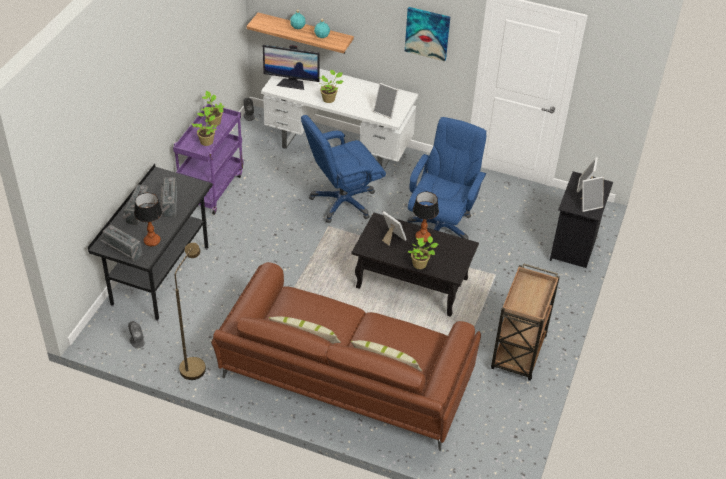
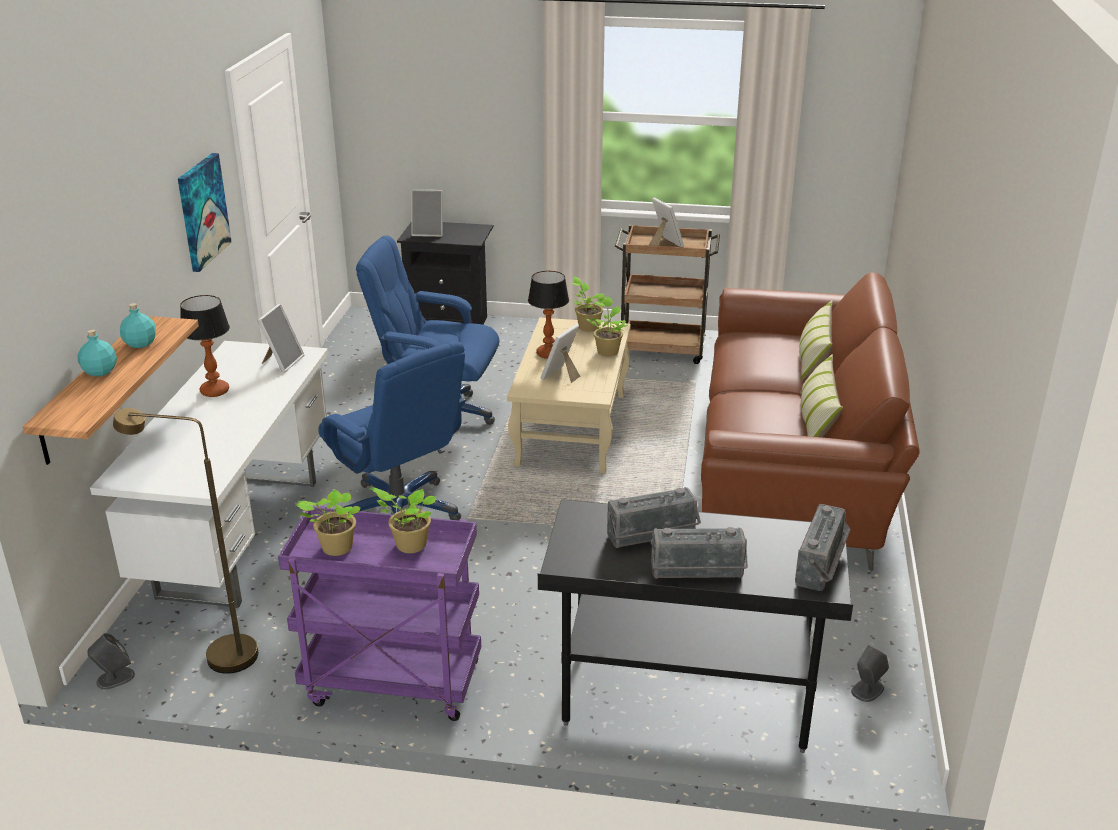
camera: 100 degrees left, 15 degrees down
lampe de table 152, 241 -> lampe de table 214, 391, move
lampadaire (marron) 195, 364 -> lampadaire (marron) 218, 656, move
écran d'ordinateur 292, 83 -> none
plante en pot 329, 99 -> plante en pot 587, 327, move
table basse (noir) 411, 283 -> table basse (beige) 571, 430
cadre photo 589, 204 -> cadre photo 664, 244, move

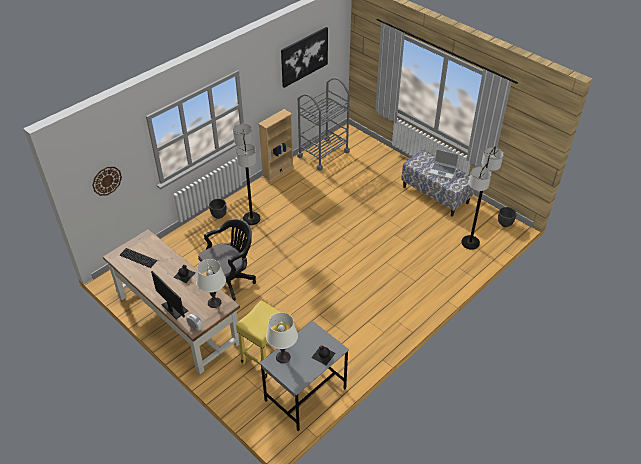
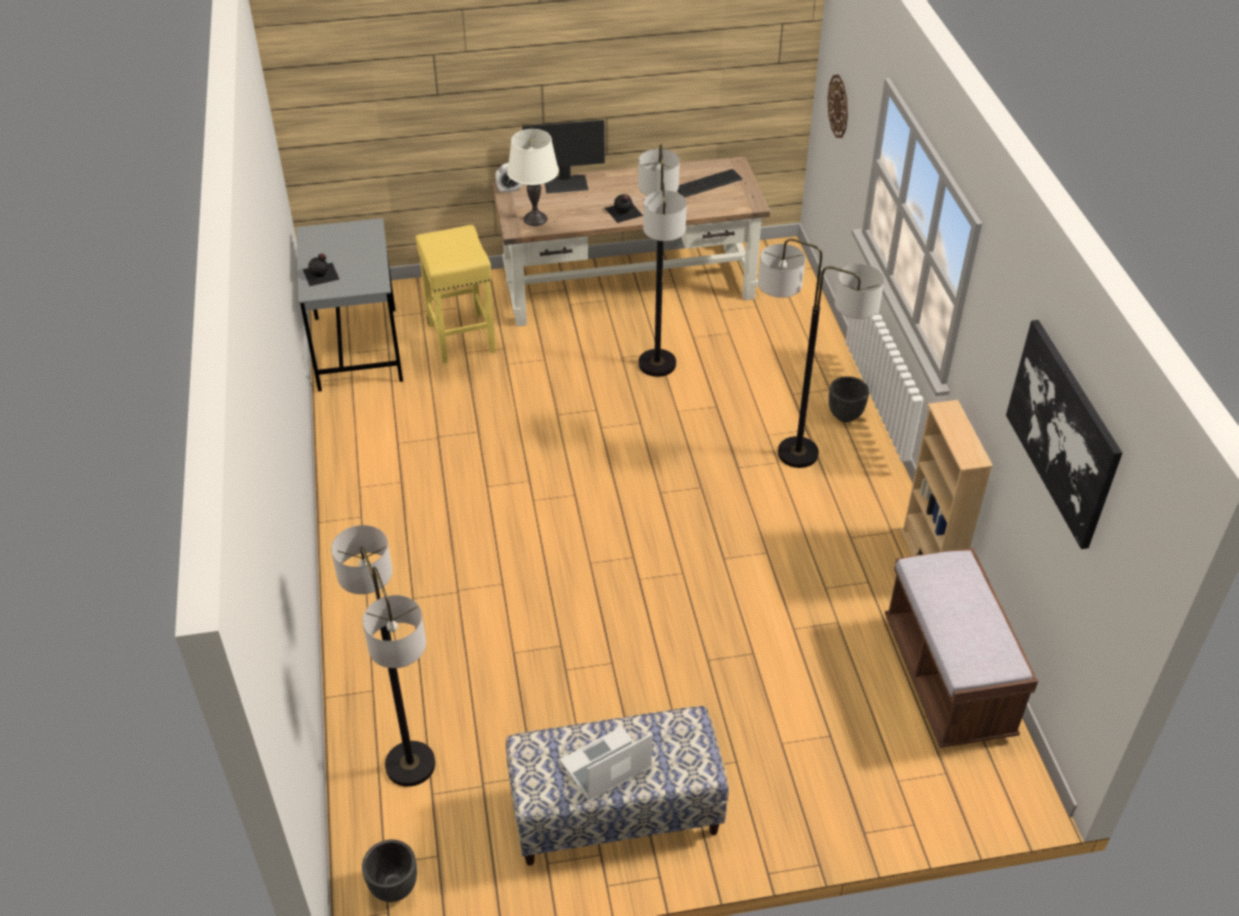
camera: 125 degrees right, 0 degrees up
chaise de bureau (noir) 230, 281 -> lampadaire 657, 364
lampe de table (blanc) 283, 357 -> none
chariot (gris) 323, 154 -> banc (marron) 947, 679

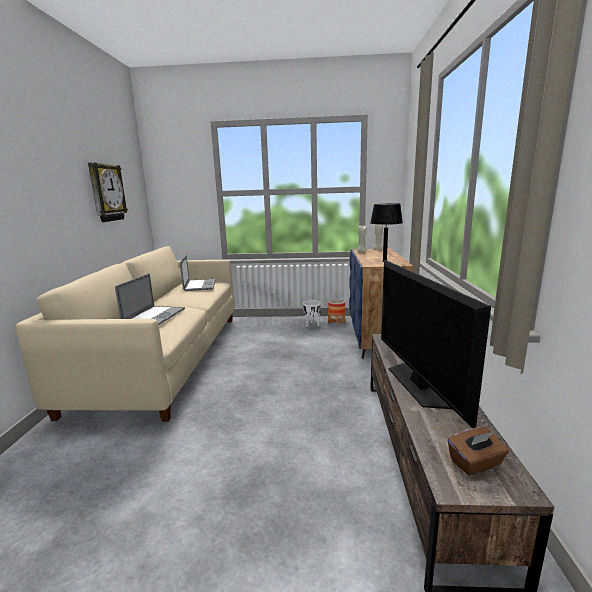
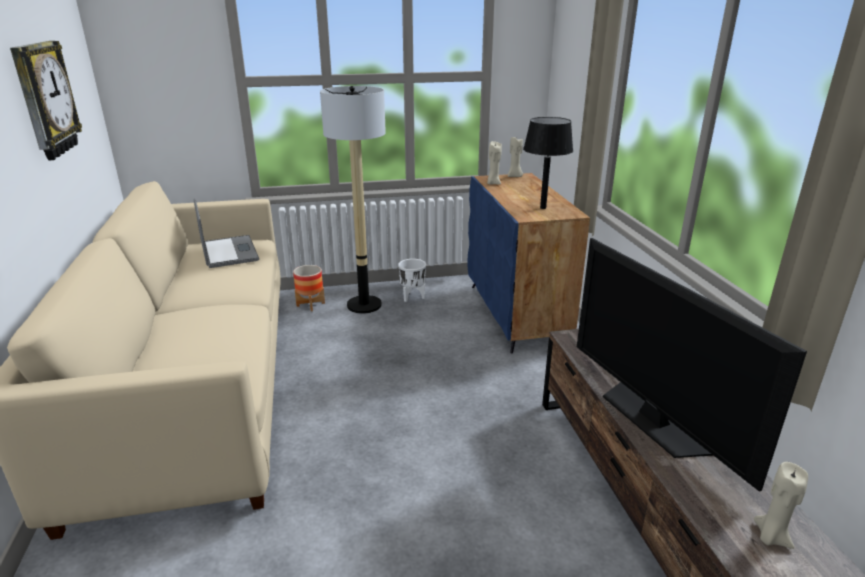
camera: 15 degrees left, 10 degrees up
ordinateur portable 154, 316 -> none
cache-pot 336, 323 -> cache-pot 310, 304, move
boîte à mouchoirs (marron) 475, 463 -> bougie (beige) 770, 537
none -> lampadaire 364, 305

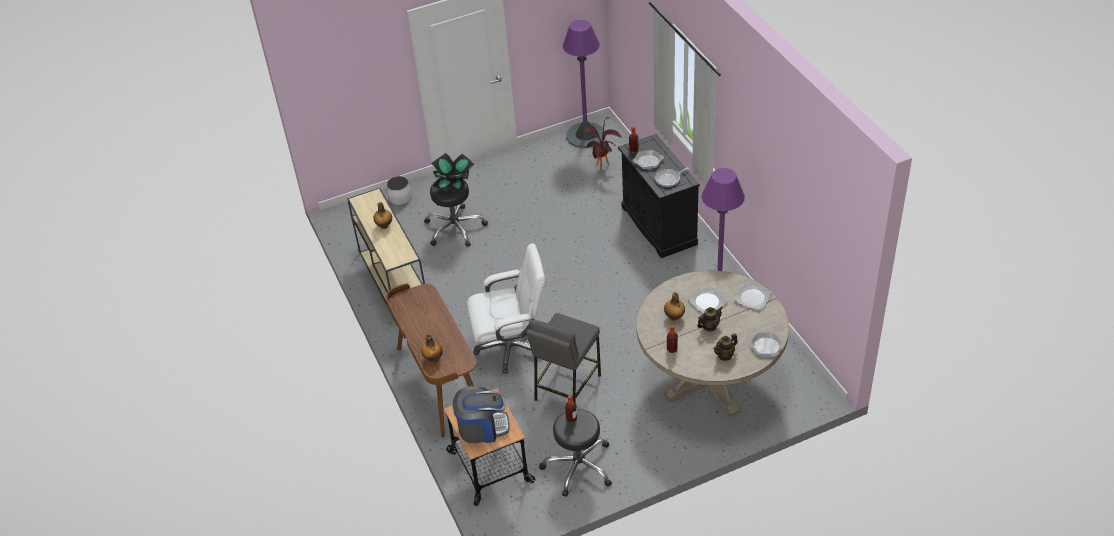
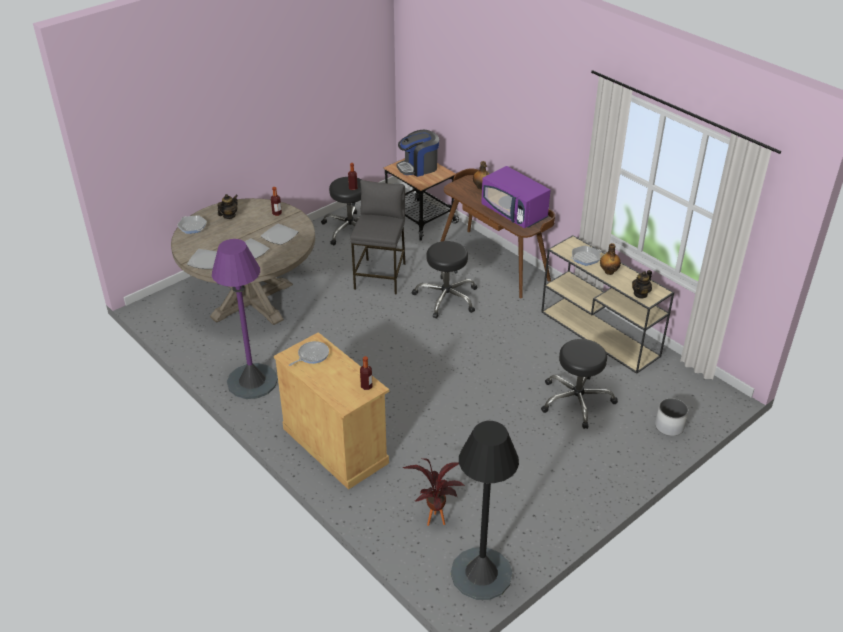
camera: 160 degrees right, 5 degrees down
plante en pot 454, 185 -> none
chaise de bureau (blanc) 511, 346 -> tabouret (noir) 446, 298
lampadaire (violet) 585, 135 -> lampadaire (noir) 481, 574
meuble de rangement (noir) 658, 225 -> meuble de rangement (beige) 335, 445
poêle 648, 162 -> poêle 585, 258, move
bouteille 674, 317 -> assiette 279, 235
théière 709, 326 -> théière 640, 294, move
none -> micro-ondes (violet) 514, 213

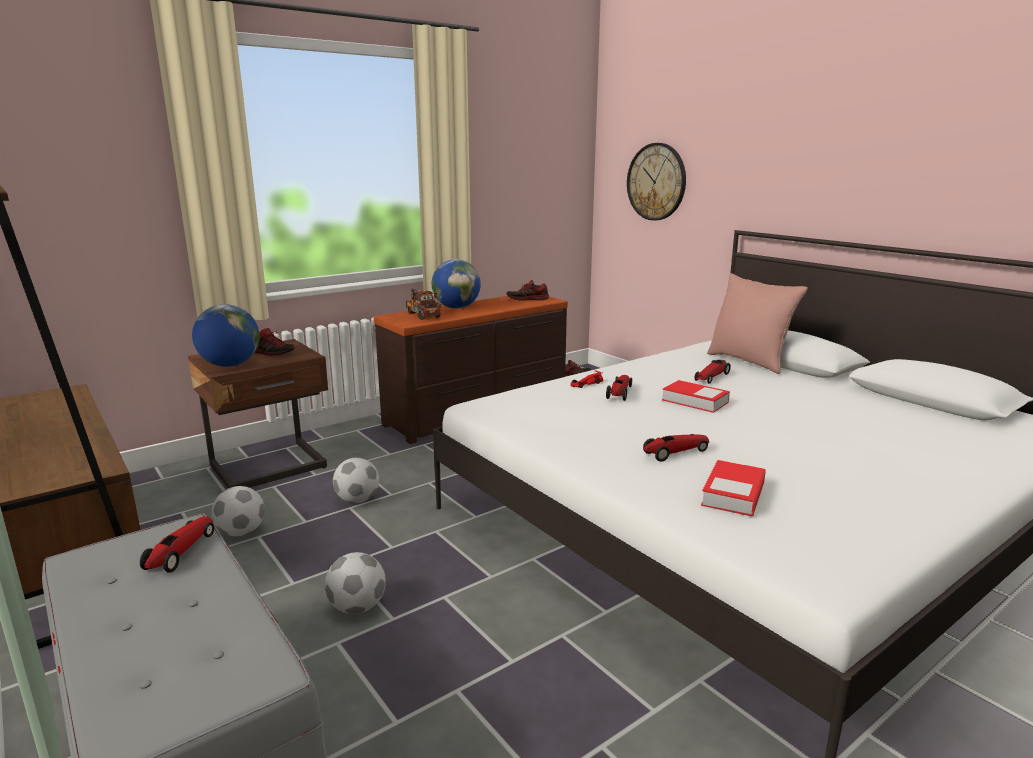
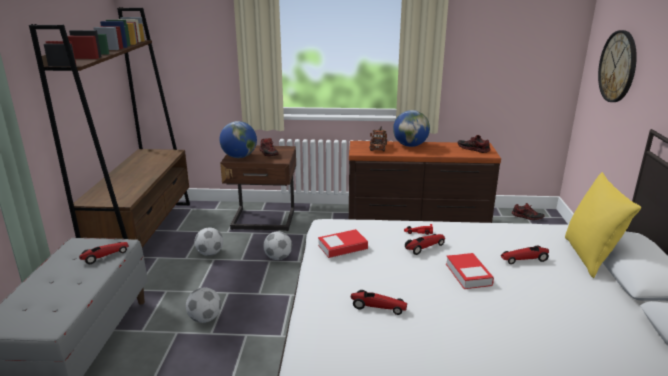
camera: 40 degrees right, 5 degrees up
livre 733, 494 -> livre 342, 247, move
coussin (rose) 749, 361 -> coussin (jaune) 590, 257

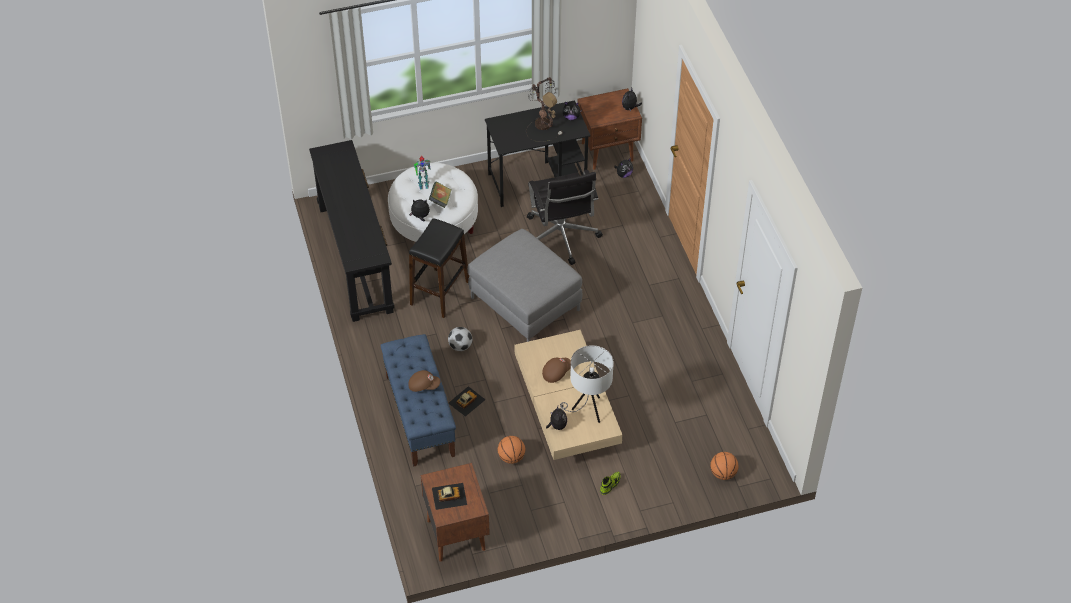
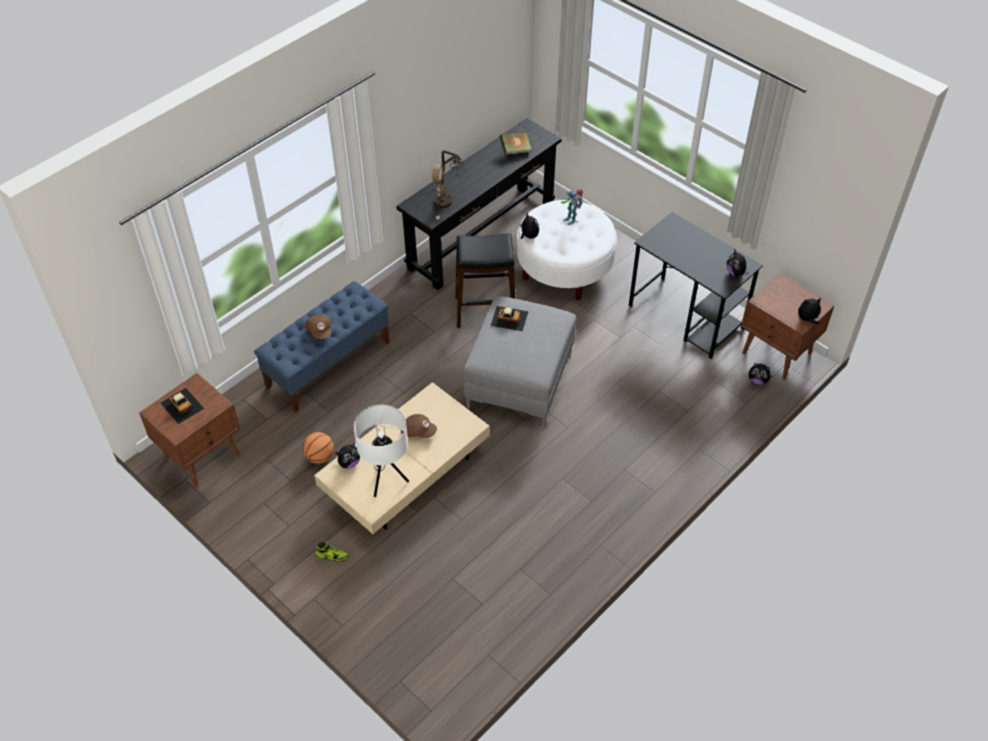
camera: 60 degrees right, 0 degrees up
livre 440, 200 -> livre 515, 150, move
ballon de foot 460, 346 -> none
petite voiture 466, 401 -> petite voiture 509, 318, move
lampe de table 542, 123 -> lampe de table 443, 201, move
chaise de bureau (noir) 561, 238 -> none
ballon de basket 723, 473 -> none

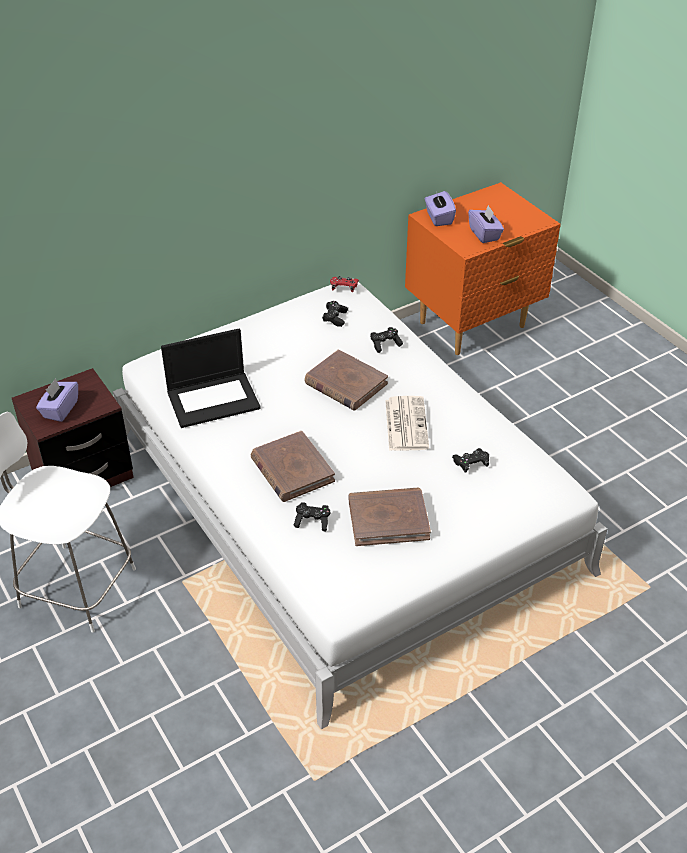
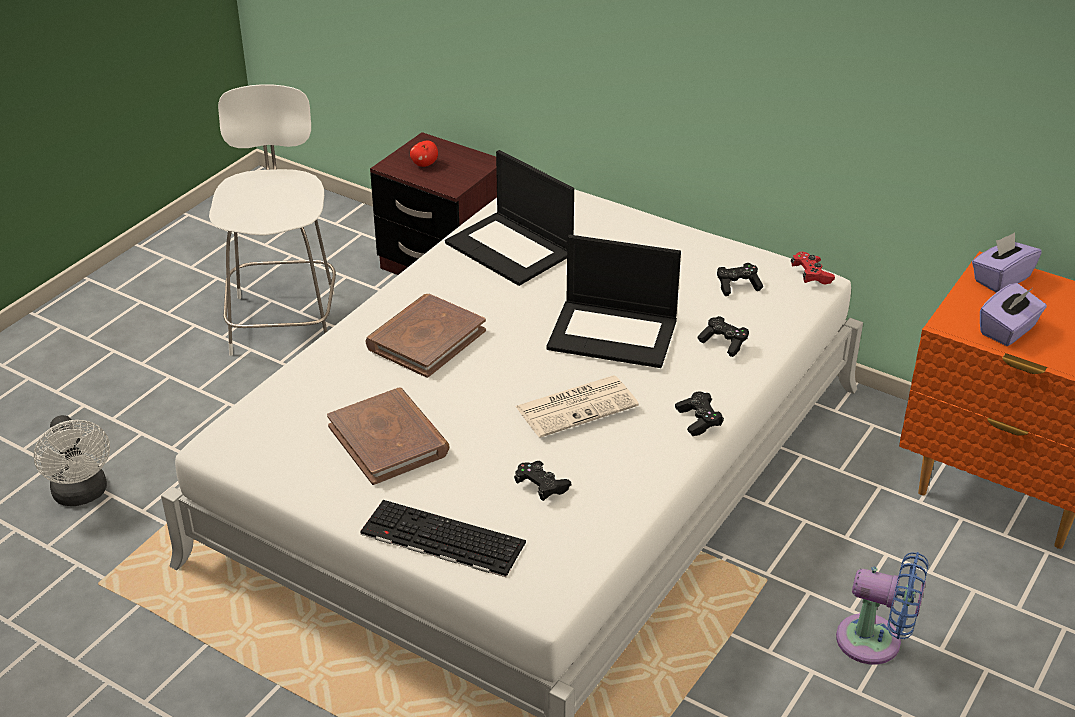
camera: 65 degrees right, 5 degrees down
boîte à mouchoirs (violet) 60, 409 -> pomme 424, 164
manette (noir) 312, 521 -> manette (noir) 698, 420, move
livre (marron) 345, 383 -> ordinateur portable 614, 333
none -> ventilateur (blanc) 82, 494
none -> clavier 440, 539
none -> ventilateur (bleu) 876, 642

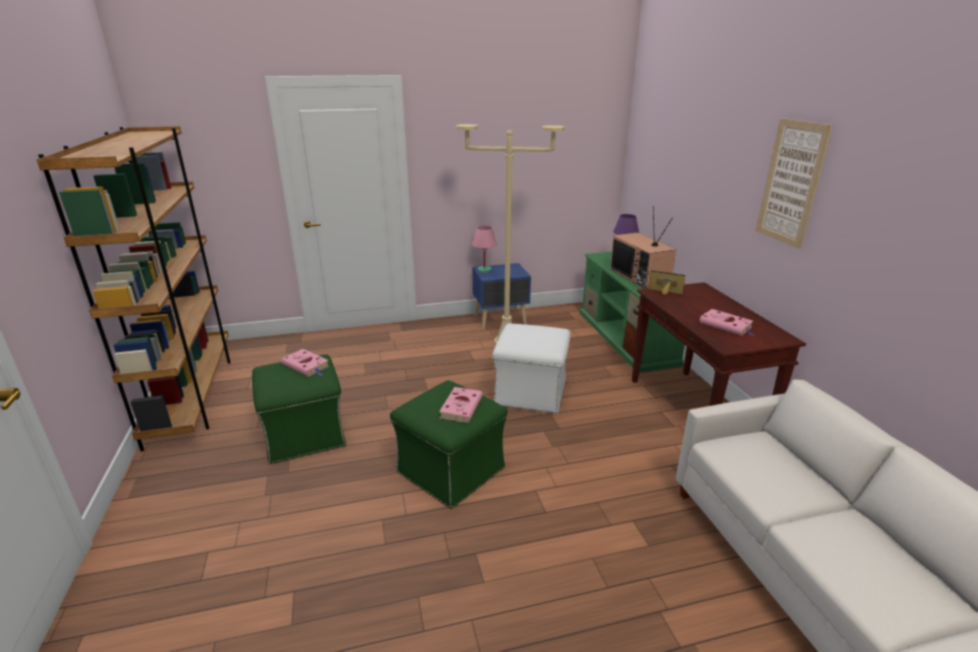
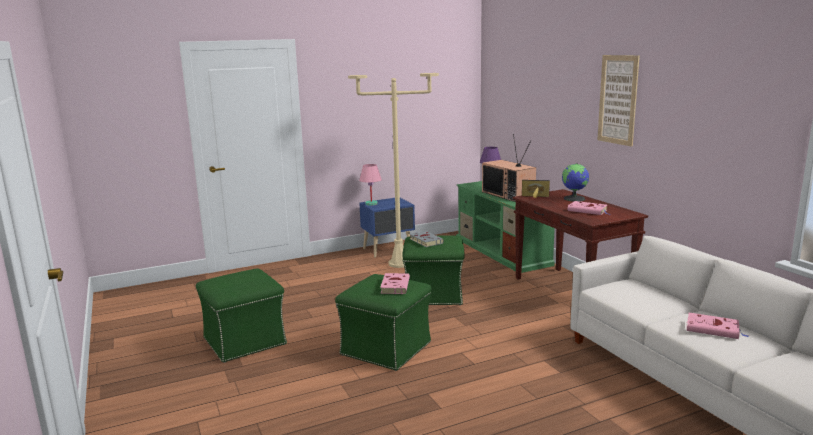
camera: 10 degrees left, 10 degrees down
bibliothèque (marron) 192, 395 -> none
livre (rose) 306, 366 -> livre (rose) 714, 329, move
pouf (blanc) 531, 393 -> pouf (vert) 434, 294
none -> livre (gris) 425, 241
none -> globe 574, 198

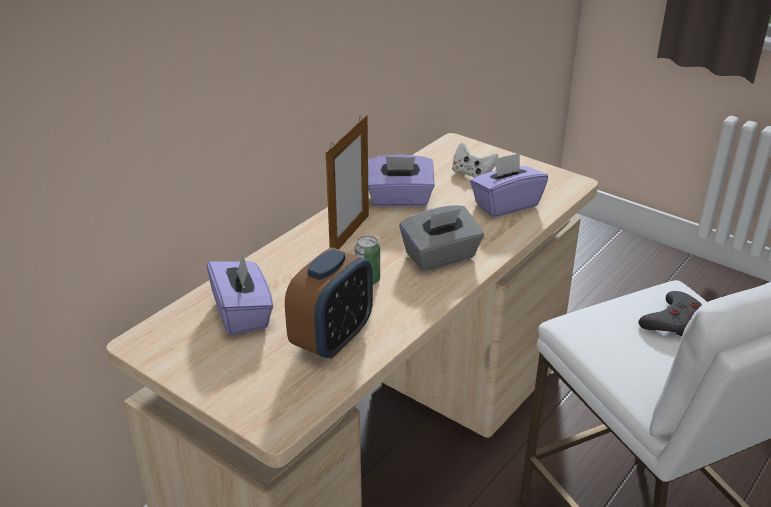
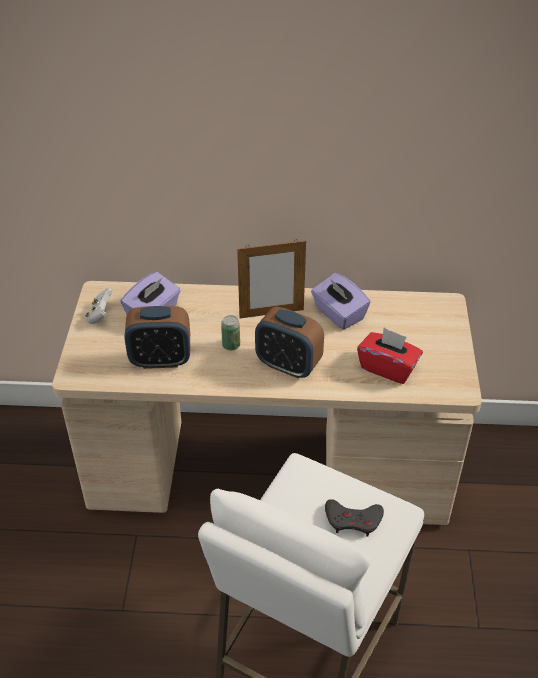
camera: 55 degrees right, 10 degrees up
boîte à mouchoirs (gris) 441, 256 -> réveil 288, 365
manette (blanc) 472, 174 -> manette (blanc) 100, 315, move
boîte à mouchoirs (violet) 506, 204 -> boîte à mouchoirs (rouge) 388, 368

